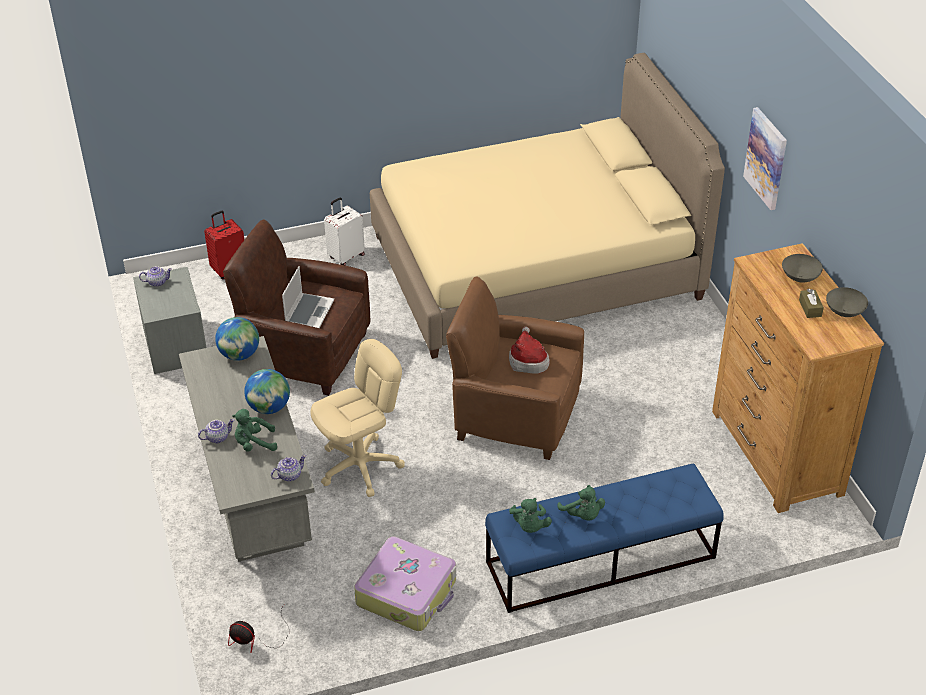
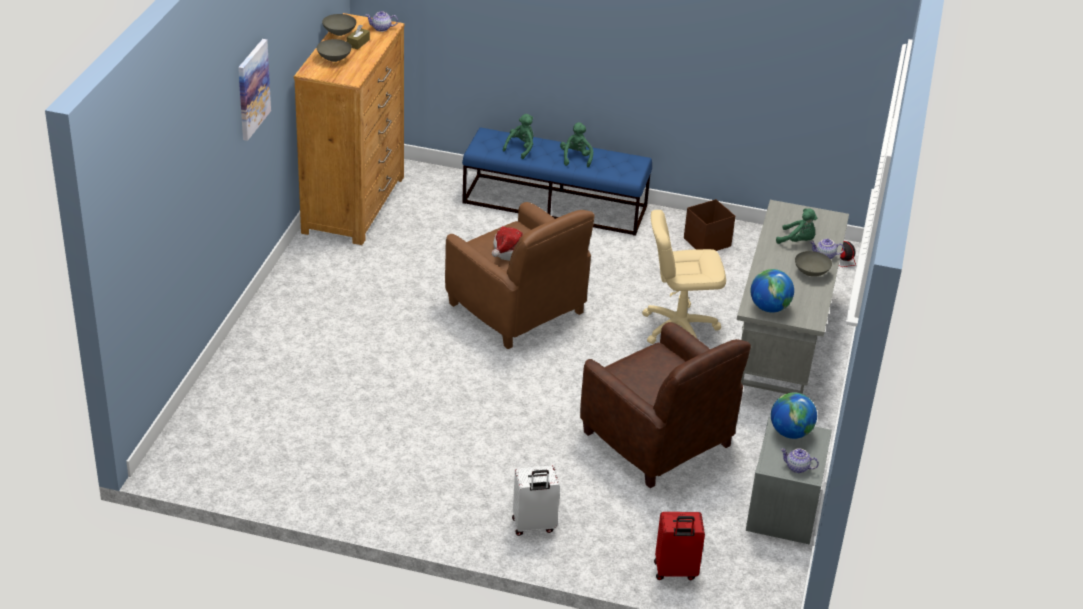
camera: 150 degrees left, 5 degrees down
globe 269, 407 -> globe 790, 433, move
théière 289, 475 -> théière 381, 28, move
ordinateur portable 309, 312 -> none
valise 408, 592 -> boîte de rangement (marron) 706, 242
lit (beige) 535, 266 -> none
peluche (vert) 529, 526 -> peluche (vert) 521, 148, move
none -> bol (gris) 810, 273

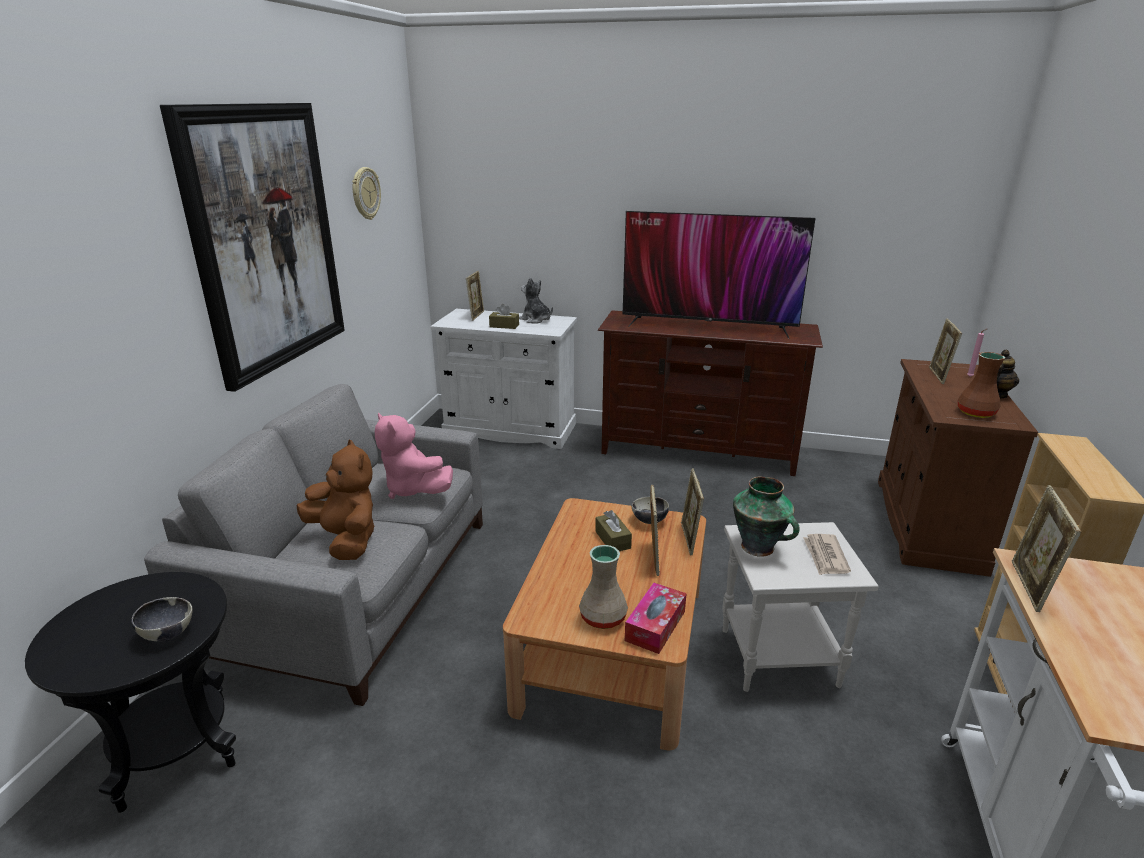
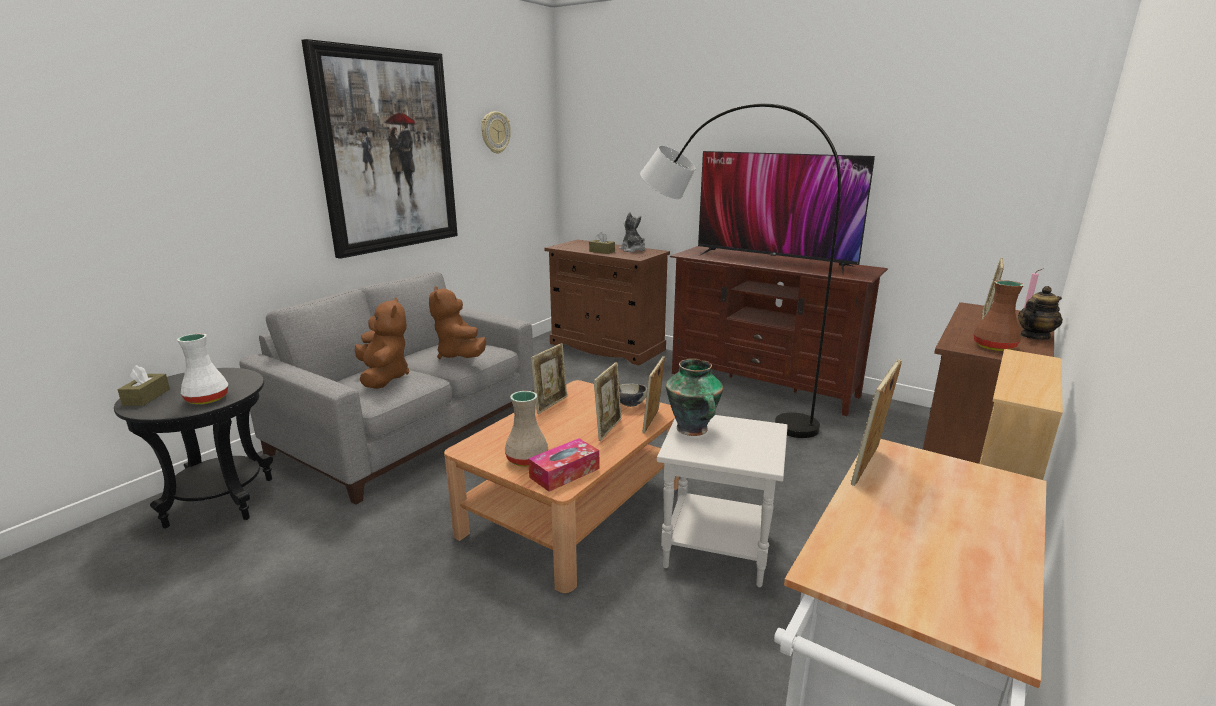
camera: 20 degrees right, 5 degrees down
bol 168, 633 -> vase (blanc) 207, 399
peluche (rose) 413, 489 -> peluche (marron) 460, 355
meuble de rangement (blanc) 509, 429 -> meuble de rangement (marron) 606, 347
cadre photo 476, 315 -> cadre photo 551, 404, move
boîte à mouchoirs (marron) 612, 540 -> boîte à mouchoirs (marron) 146, 397, move
journal 825, 556 -> none
none -> lampadaire (gris) 717, 411

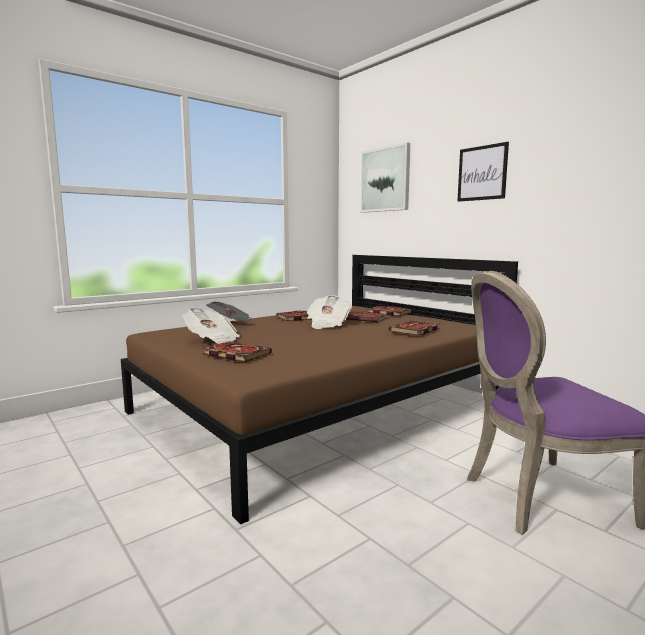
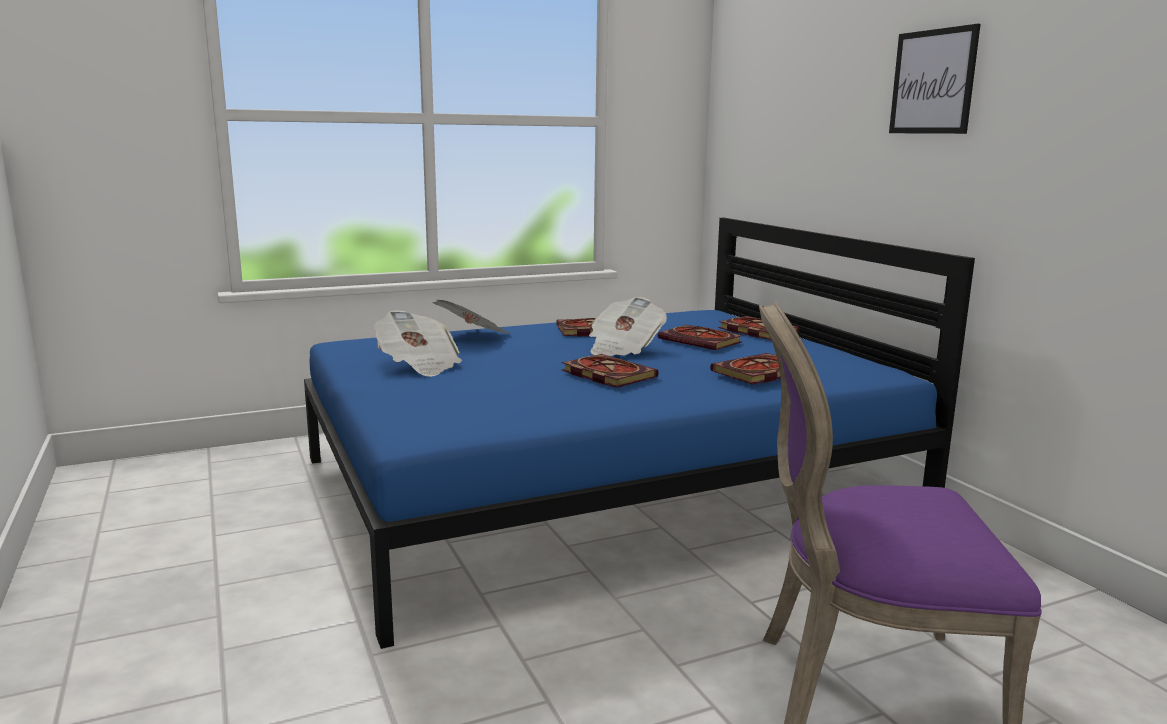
camera: 15 degrees right, 5 degrees up
lit (marron) 321, 408 -> lit (bleu) 603, 486
livre 234, 354 -> livre 606, 374, move
tableau 385, 180 -> none

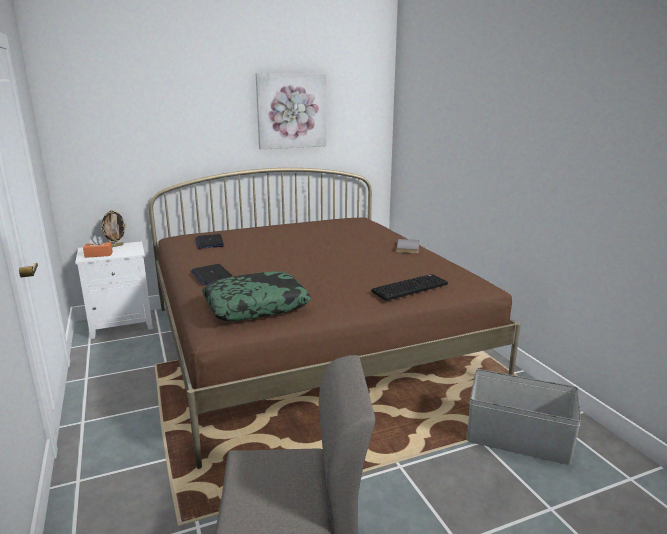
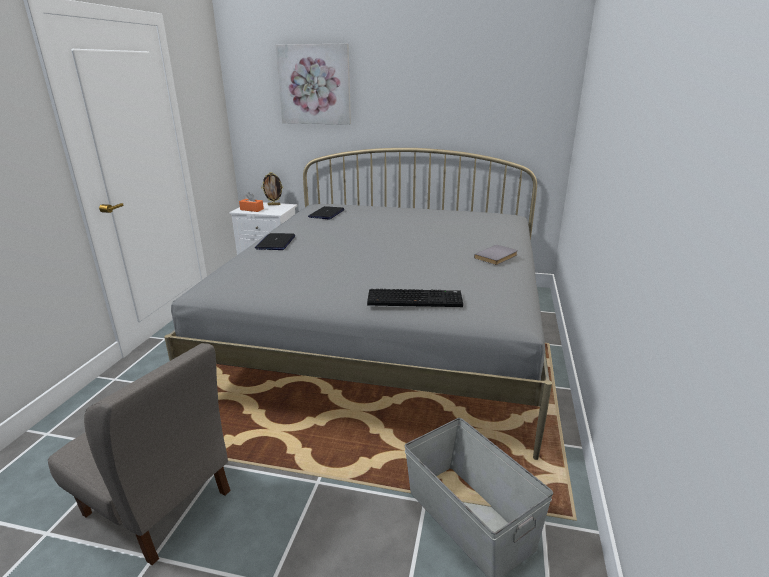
camera: 35 degrees right, 5 degrees up
lit (marron) 311, 343 -> lit (gris) 388, 334
coussin 256, 306 -> none
tableau 291, 111 -> tableau 315, 85, move

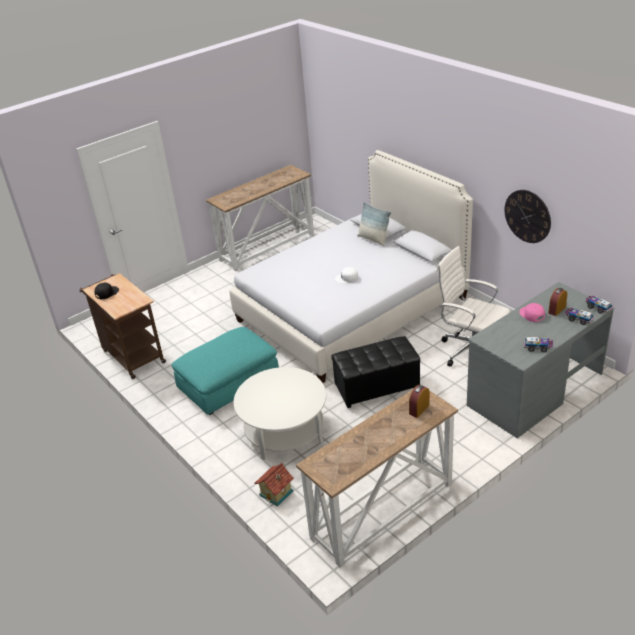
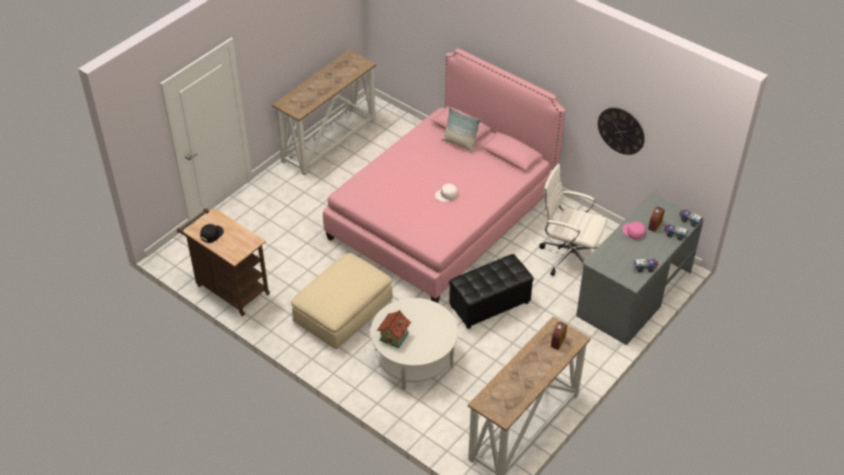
camera: 15 degrees left, 10 degrees up
pouf (turquoise) 228, 382 -> pouf (beige) 343, 311
lit (blanc) 352, 309 -> lit (rose) 442, 216
maison miniature 277, 493 -> maison miniature 395, 337, move

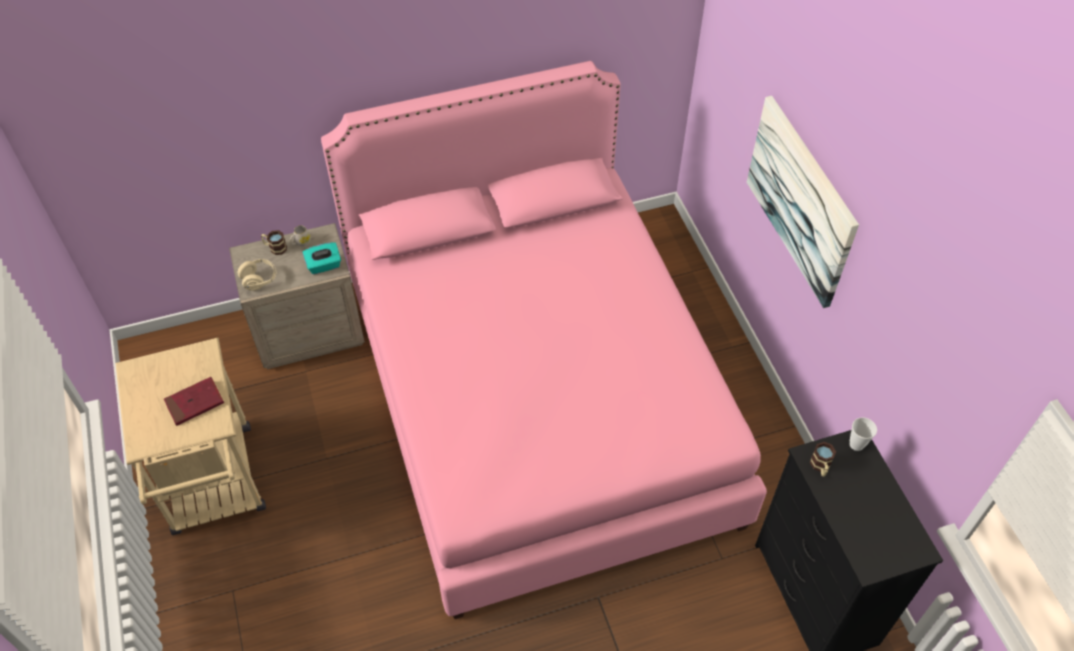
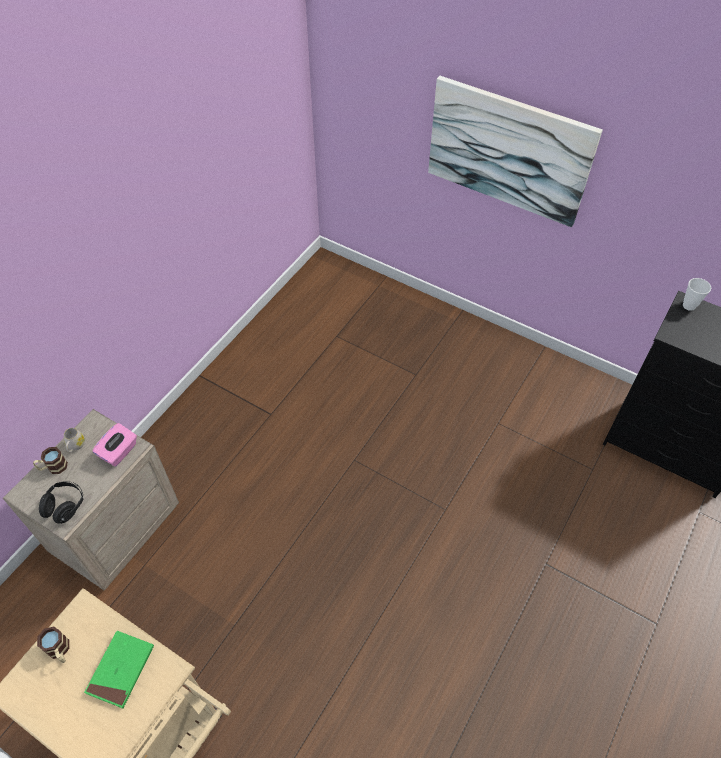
camera: 40 degrees left, 0 degrees up
livre (rouge) 195, 403 -> livre (vert) 121, 670
casque audio (beige) 259, 280 -> casque audio (noir) 65, 506
boîte à mouchoirs (turquoise) 324, 265 -> boîte à mouchoirs (rose) 119, 452
lit (rose) 536, 399 -> none
mug 820, 467 -> mug 60, 651, move

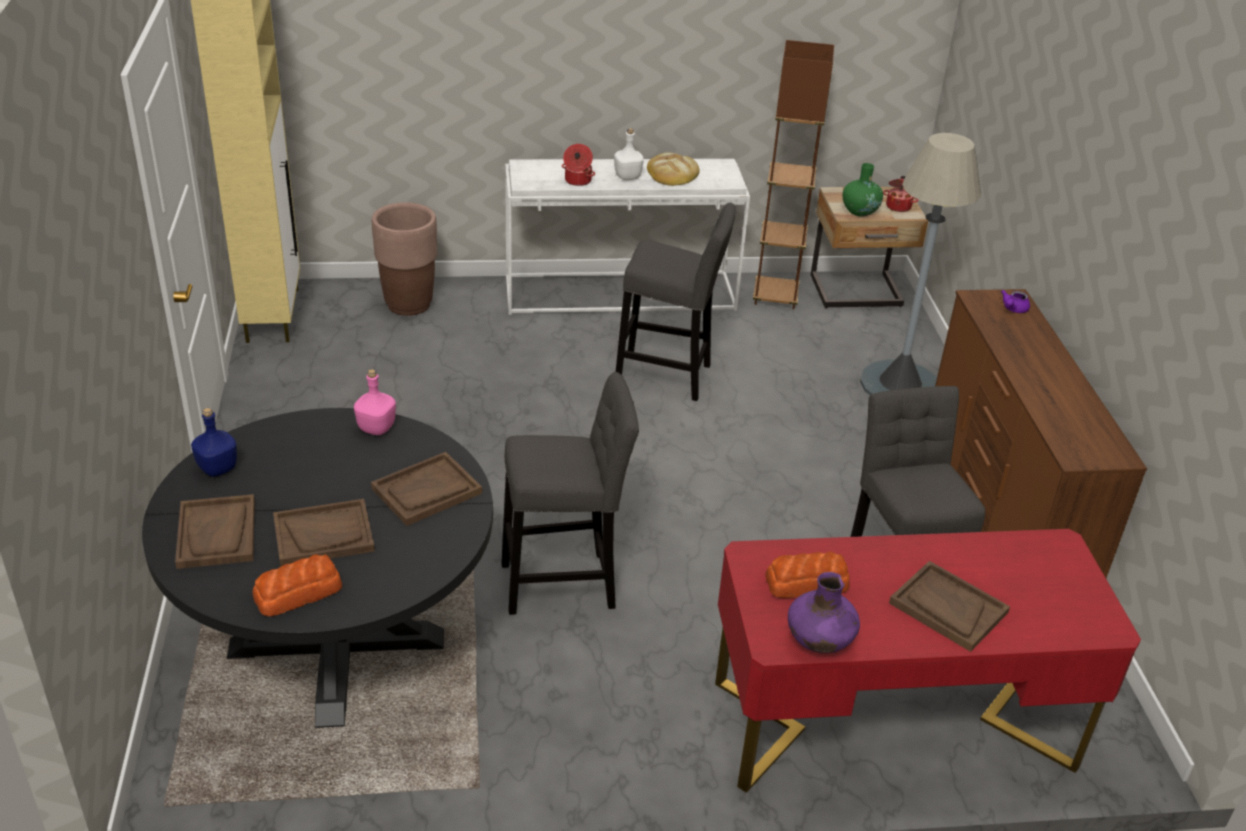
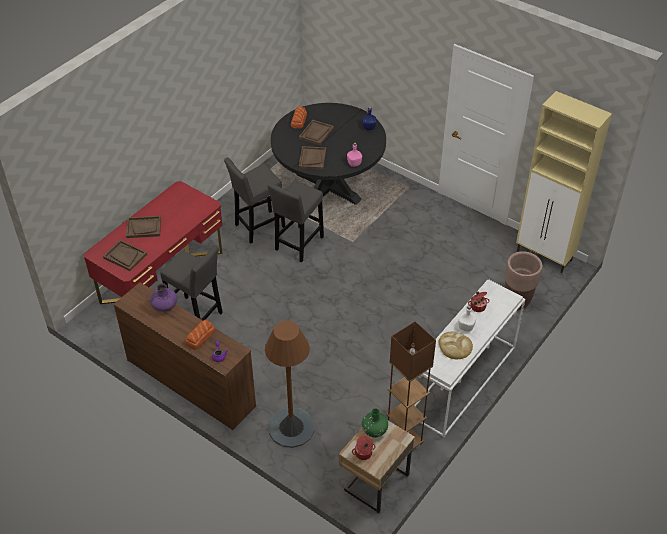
camera: 135 degrees right, 10 degrees up
plateau (marron) 217, 534 -> plateau (marron) 125, 256, move
tabouret (gris) 668, 376 -> tabouret (gris) 257, 227, move
pain 807, 583 -> pain 200, 337, move
vase (violet) 819, 641 -> vase (violet) 165, 306, move
lampadaire (gris) 899, 385 -> lampadaire (marron) 291, 428

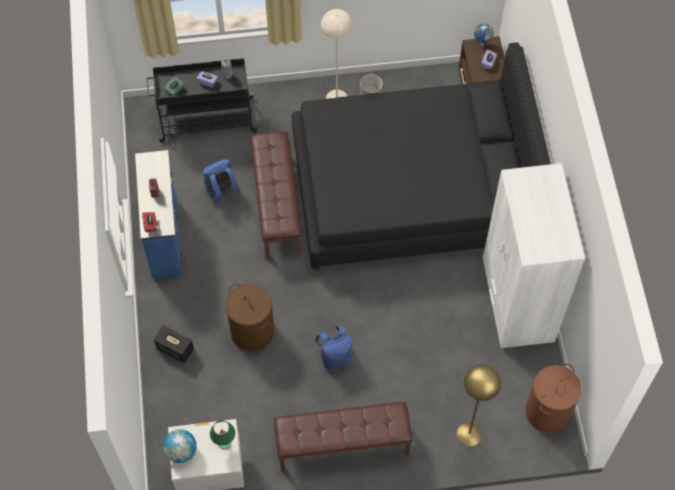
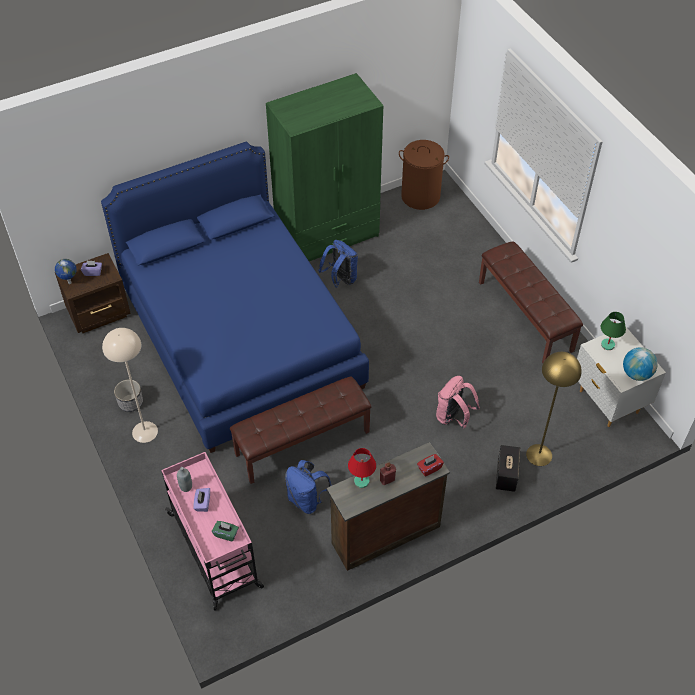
camera: 110 degrees left, 10 degrees down
commode (bleu) 165, 237 -> commode (marron) 384, 533
chariot (noir) 205, 120 -> chariot (rose) 215, 551
panier à linge (marron) 252, 331 -> sac à dos (rose) 453, 417
lit (noir) 411, 190 -> lit (bleu) 240, 337
sac à dos (bleu) 335, 357 -> sac à dos (bleu) 340, 279, move
lampadaire (jaune) 469, 434 -> lampadaire (jaune) 539, 455, move
armoire (blanc) 517, 301 -> armoire (vert) 328, 235
none -> lampe de table (rouge) 361, 481

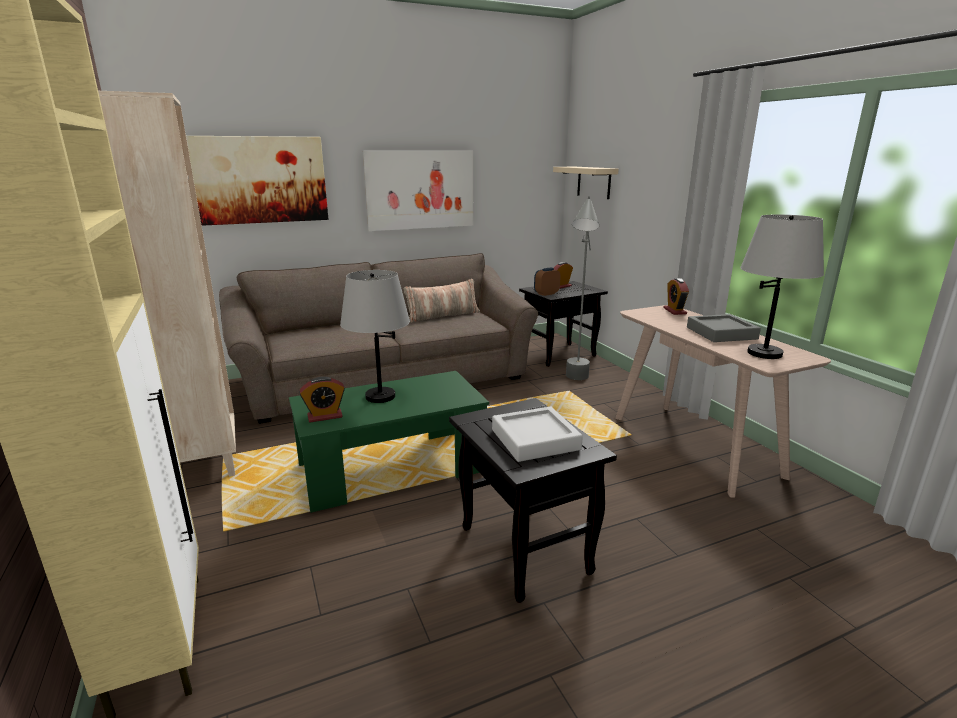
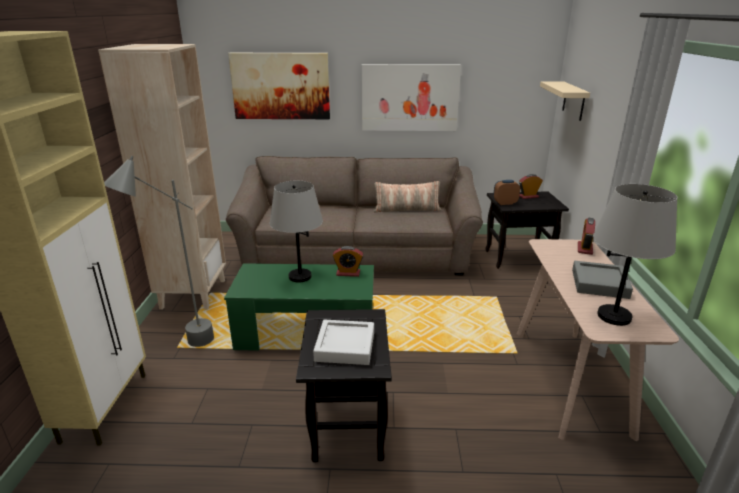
camera: 25 degrees right, 5 degrees up
réveil 325, 416 -> réveil 348, 273, move
lampadaire (gris) 576, 383 -> lampadaire (gris) 182, 350, move

